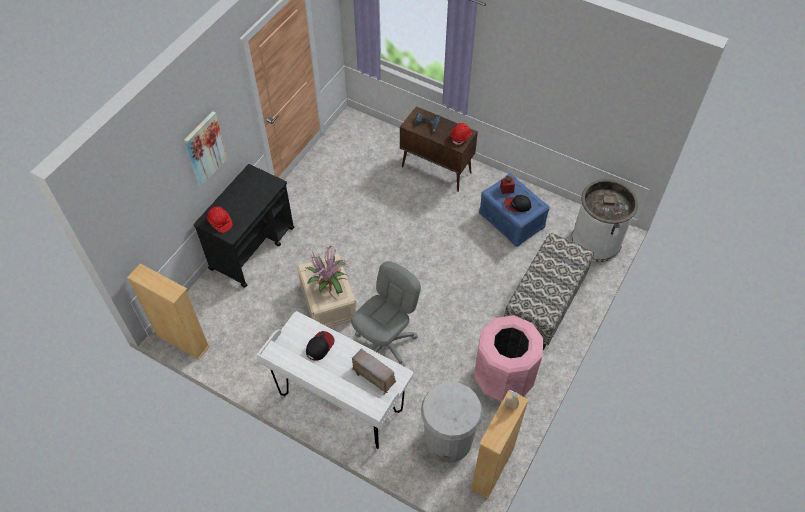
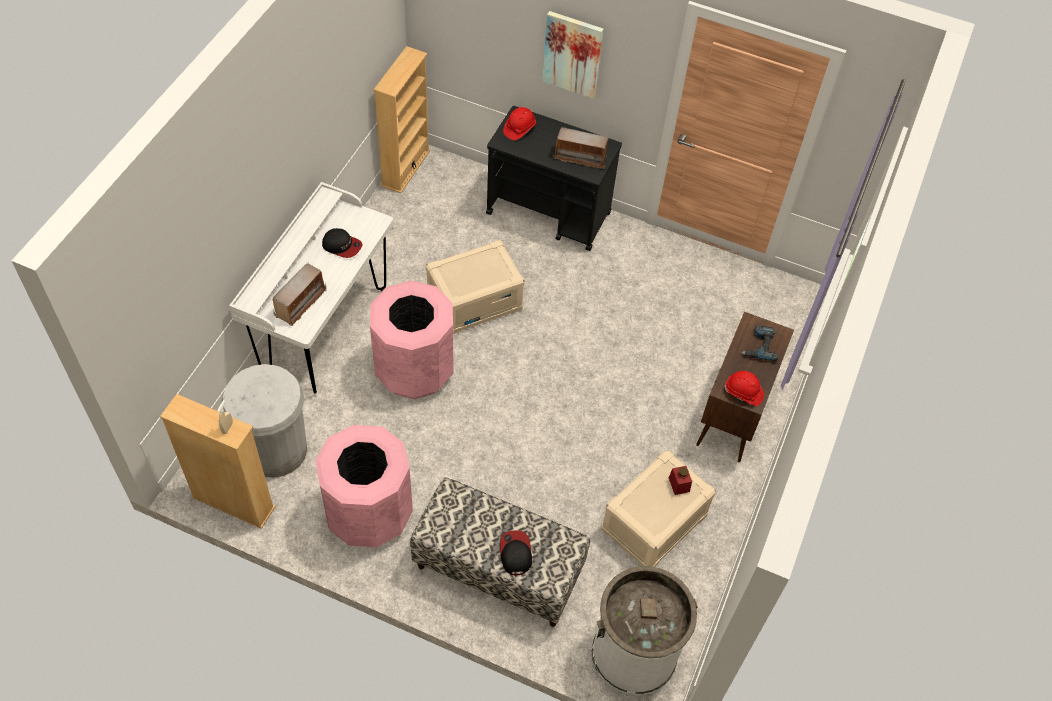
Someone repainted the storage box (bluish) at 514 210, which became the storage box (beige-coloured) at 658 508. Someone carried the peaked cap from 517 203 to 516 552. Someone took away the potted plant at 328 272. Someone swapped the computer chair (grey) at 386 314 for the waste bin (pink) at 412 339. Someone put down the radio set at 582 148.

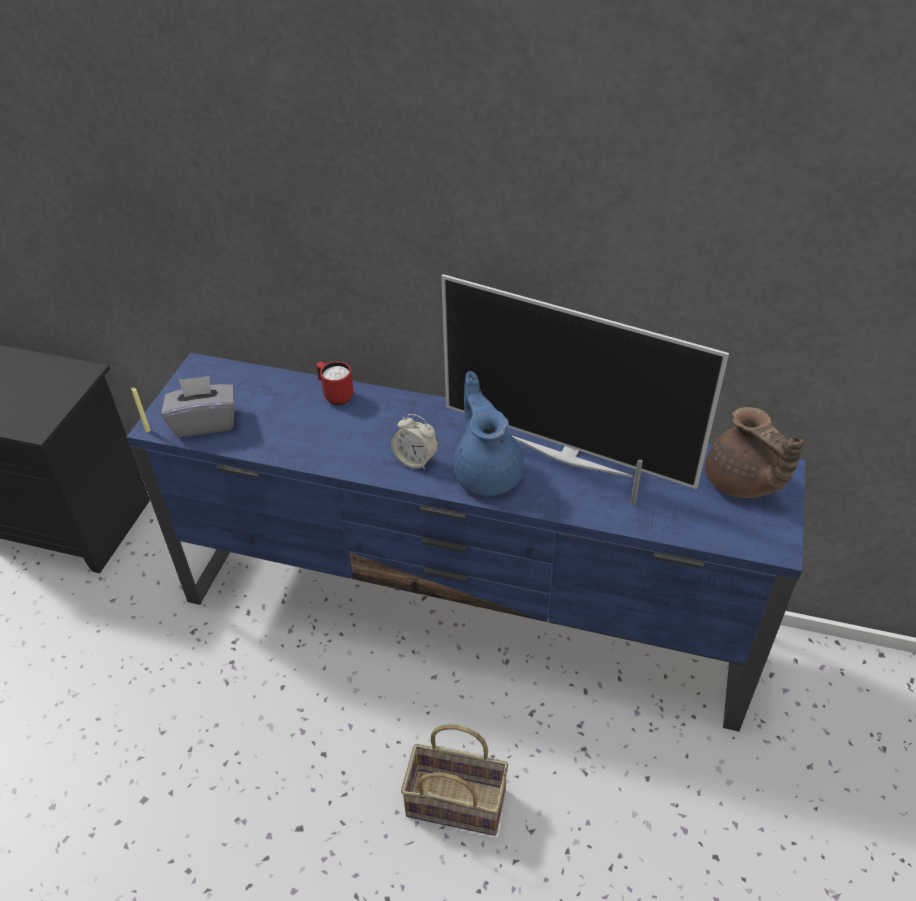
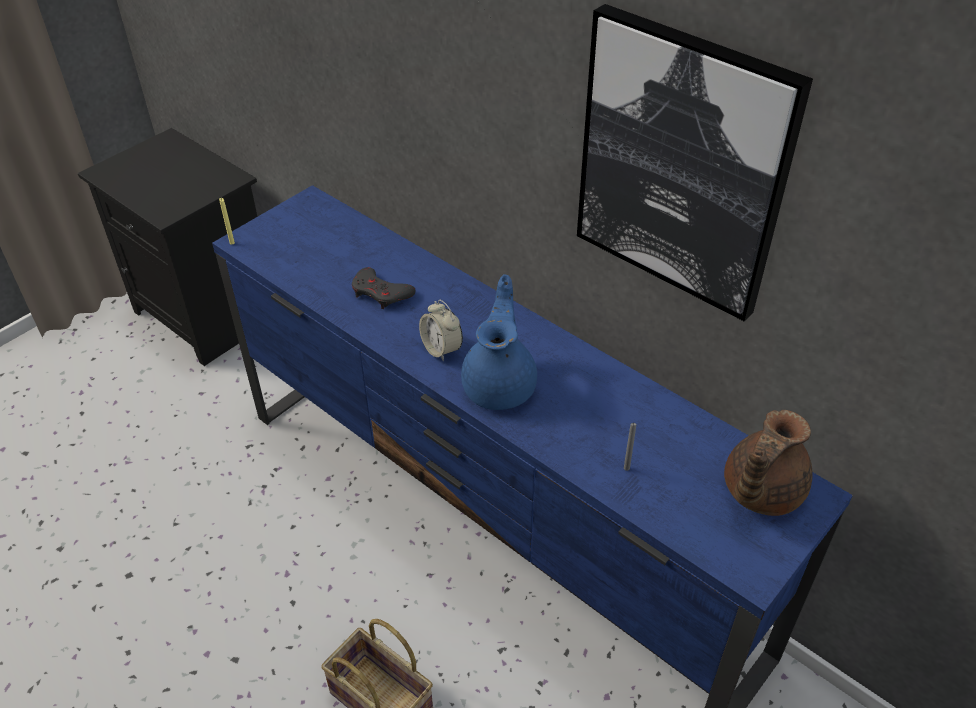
Someone took away the TV at 585 381. Someone took away the mug (red-coloured) at 335 383. Someone took away the box of tissues (grey) at 198 406. Someone rotated the teapot (brown-coloured) at 754 452 by 45 degrees clockwise. Someone put up the wall art at 695 162. Someone put down the game controller (grey) at 383 288.

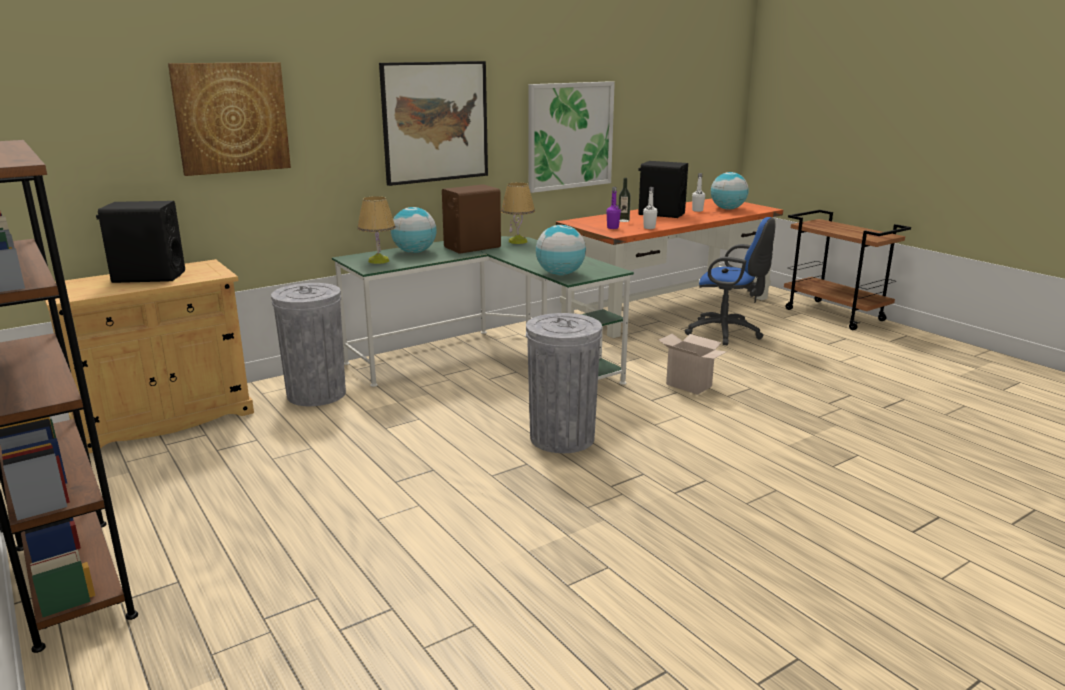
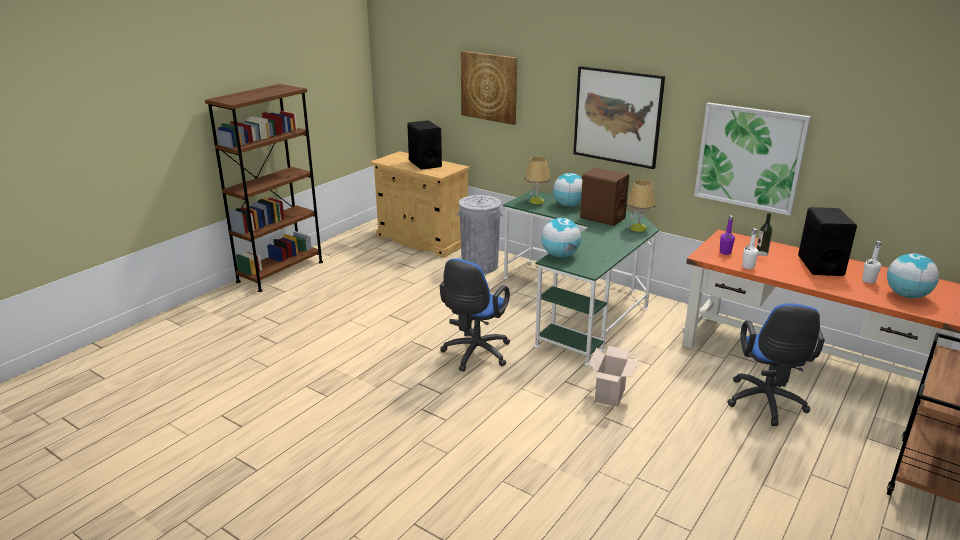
Someone swapped the waste bin (grey) at 564 383 for the computer chair (bluish) at 475 315.

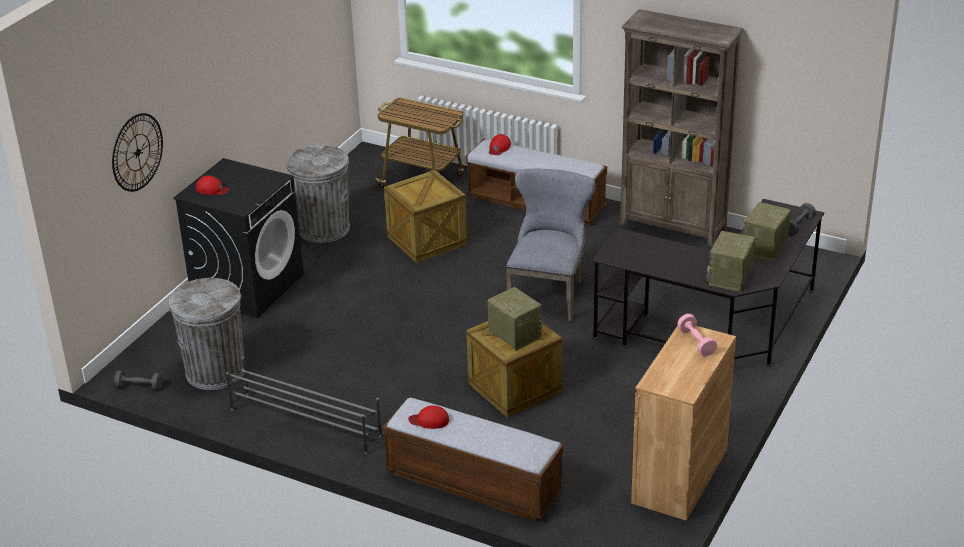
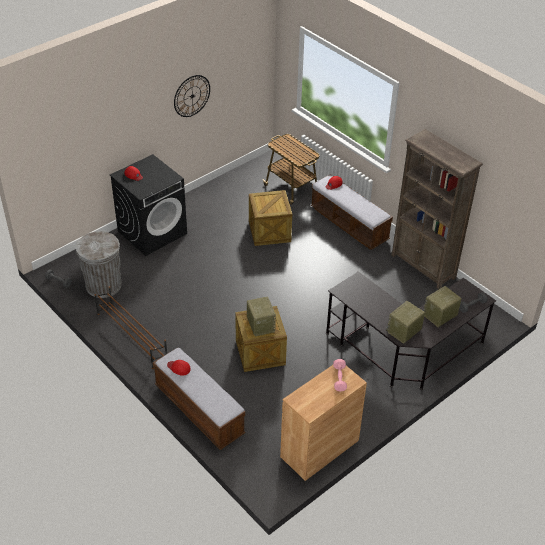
Someone carried the hanging clock from 137 152 to 192 96. Someone took away the waste bin (grey) at 318 193. Someone took away the upright chair (grey) at 551 245. Someone repainted the shoe shelf (grey) at 304 405, which became the shoe shelf (brown-coloured) at 130 327.

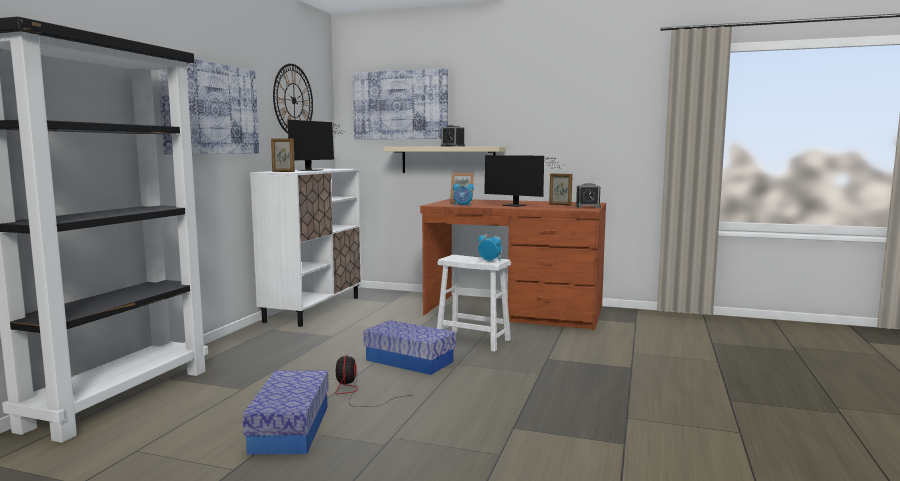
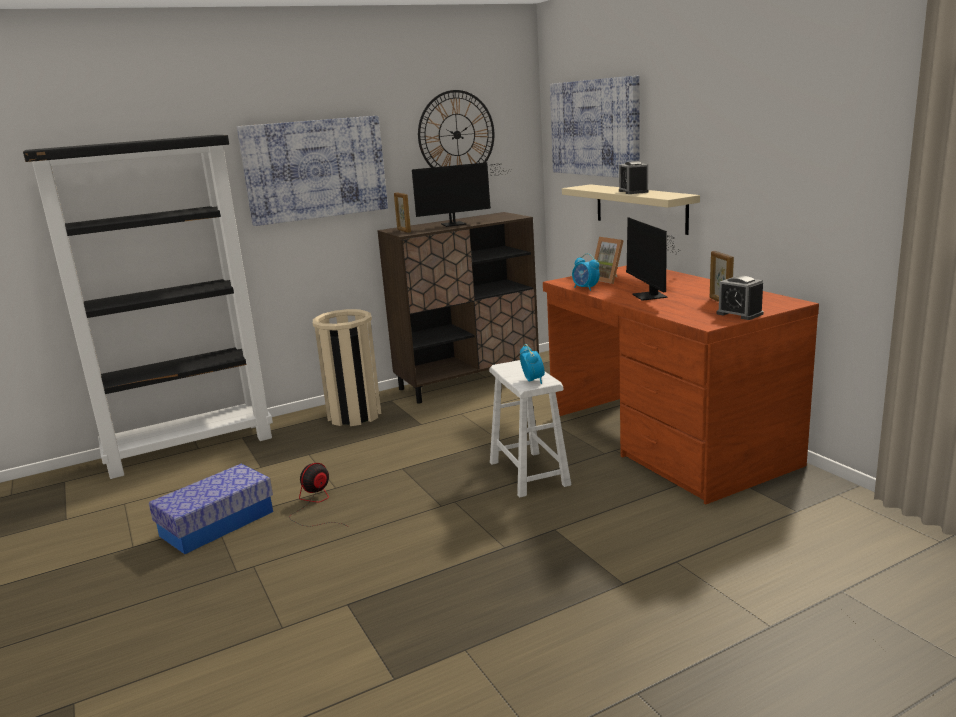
Someone repainted the cupboard (white-coloured) at 305 247, which became the cupboard (brown-coloured) at 458 308. Someone took away the storage box at 410 347. Someone put down the waste bin (beige-coloured) at 347 367.

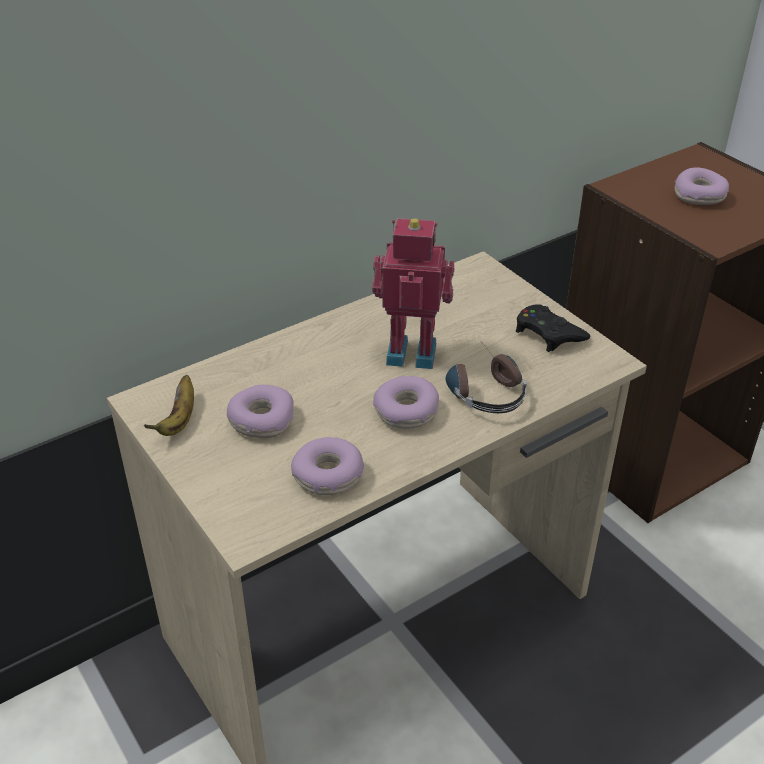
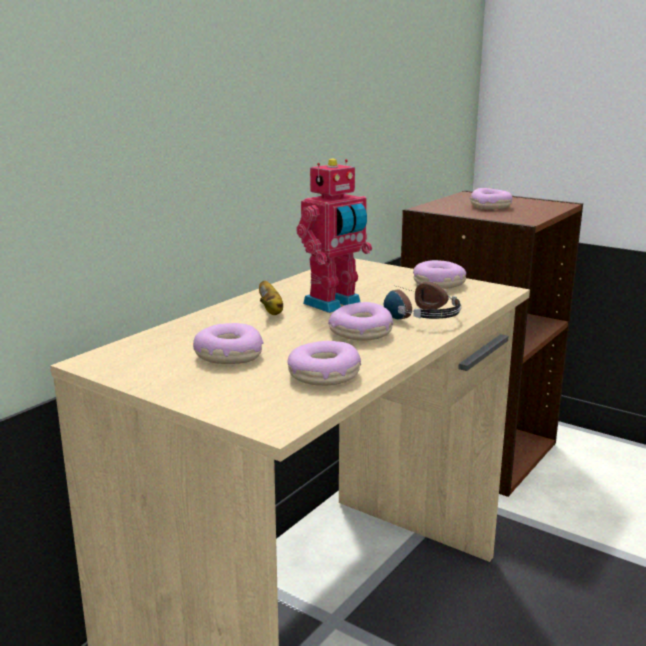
Someone rotated the toy robot at 413 293 by 150 degrees clockwise. Someone swapped the game controller (black-coloured) at 553 328 for the doughnut at 439 274. Someone carried the banana fruit from 169 405 to 271 298.

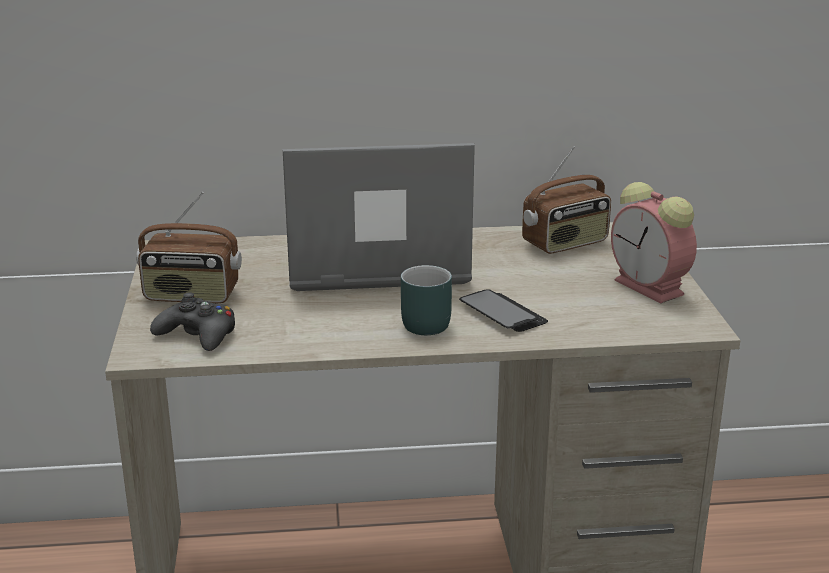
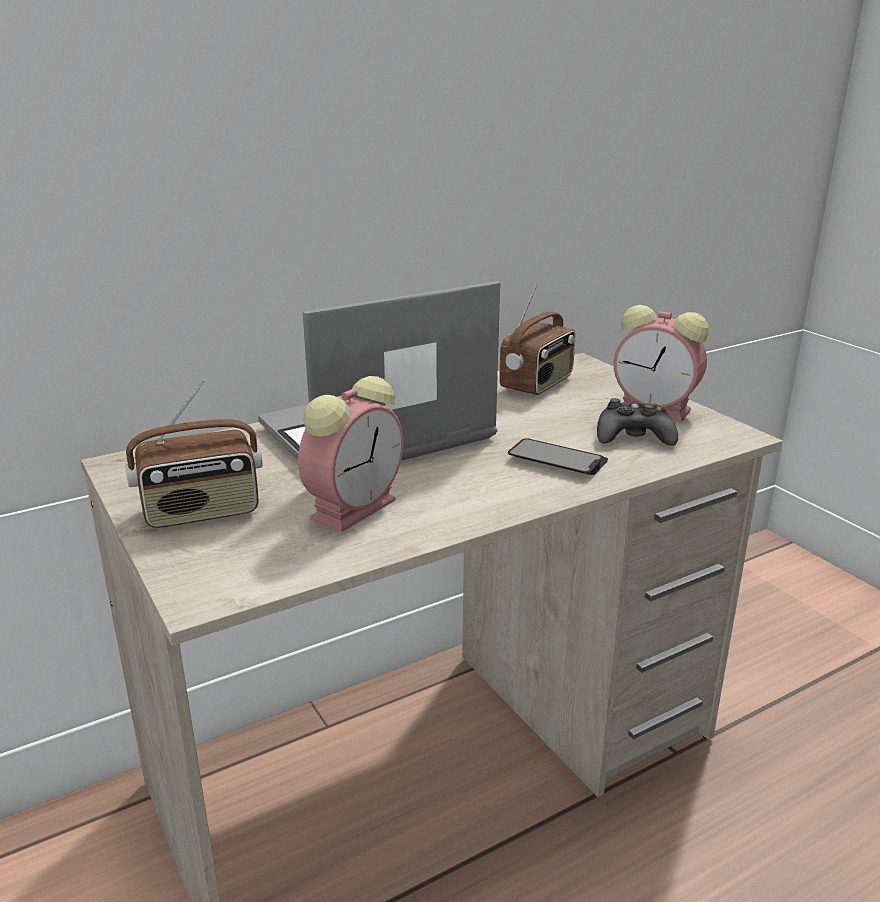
Someone took away the mug (turquoise) at 426 300. Someone carried the game controller (black-coloured) from 192 322 to 637 422. Someone put down the bedside clock at 350 454.

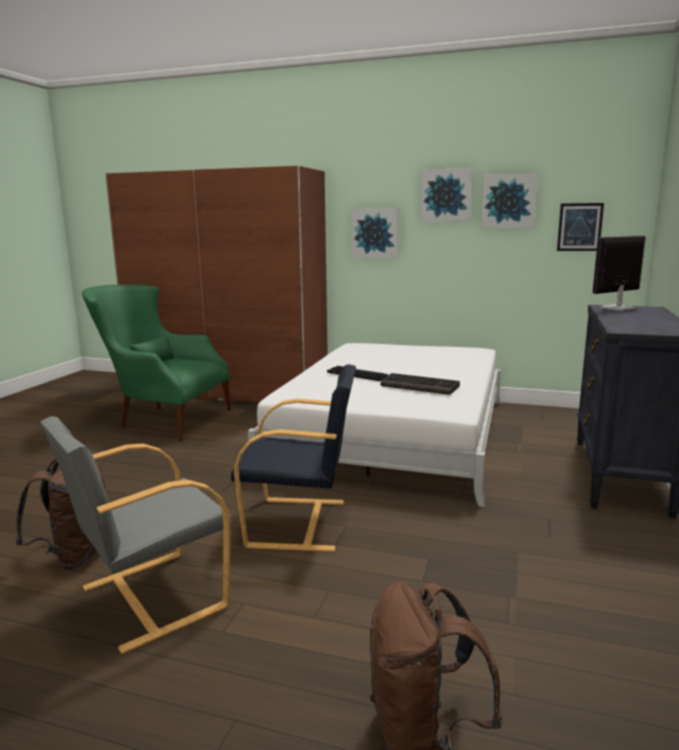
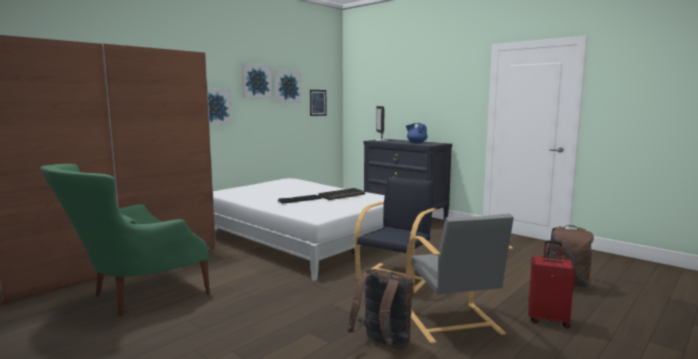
Someone put down the teapot (bluish) at 417 133. Someone put down the piece of luggage (red-coloured) at 551 284.

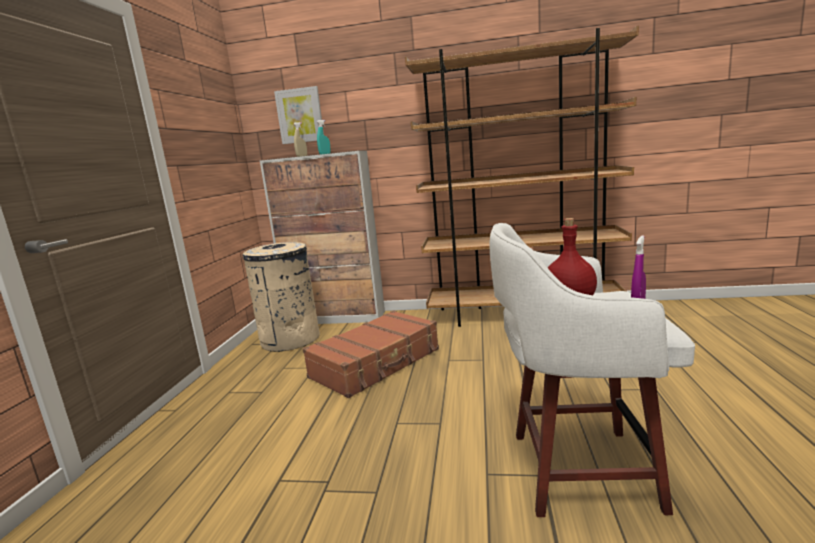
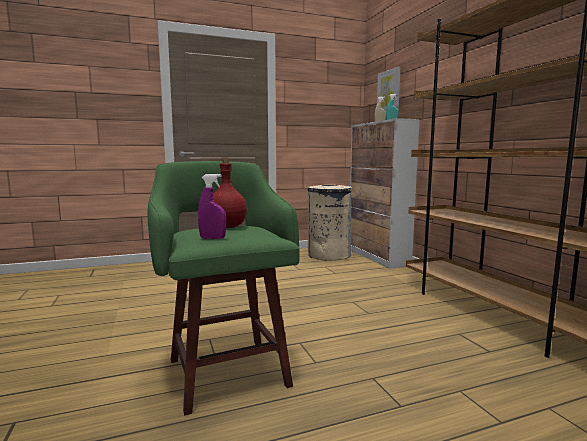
Someone repainted the stool seat (white-coloured) at 592 370, which became the stool seat (green-coloured) at 223 288. Someone took away the piece of luggage (brown-coloured) at 371 354.

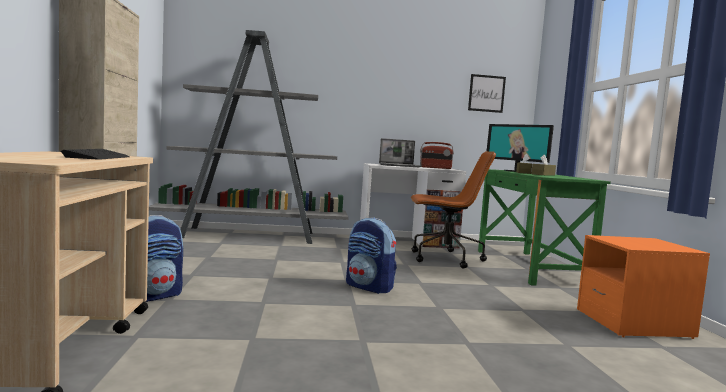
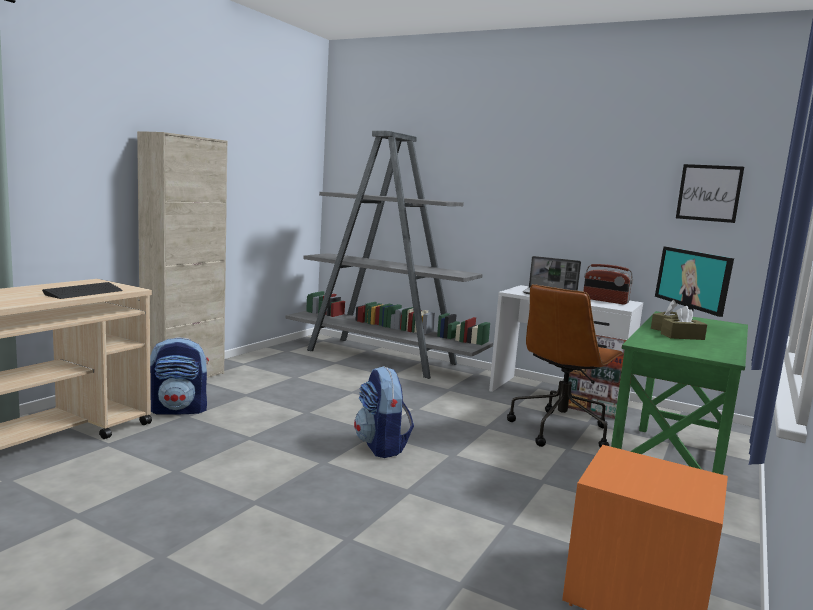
Someone rotated the computer chair (brown-coloured) at 453 209 by 90 degrees clockwise.

